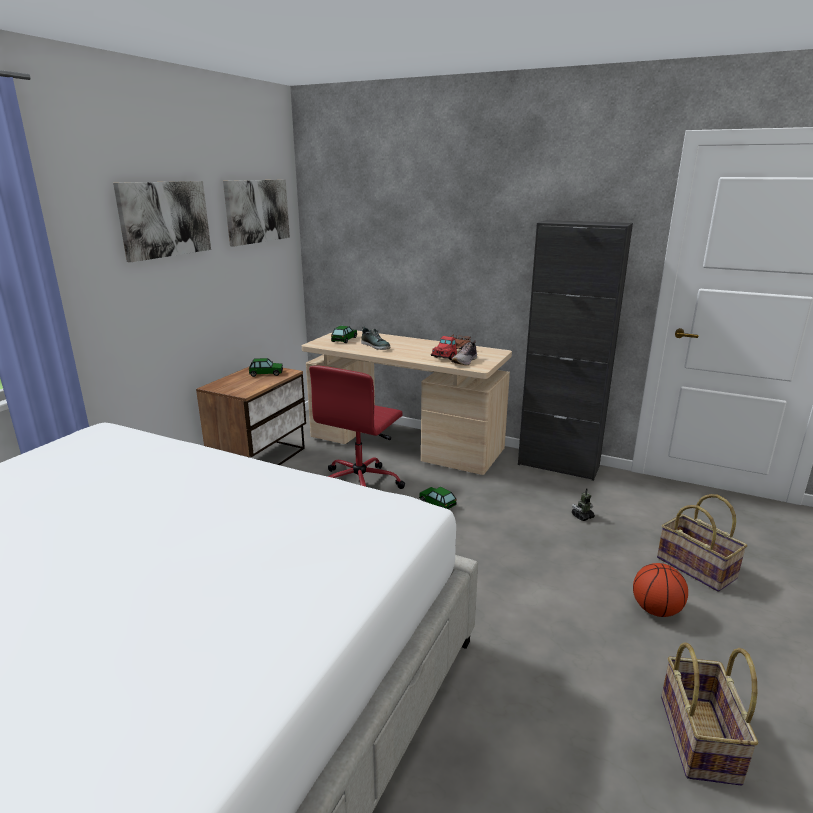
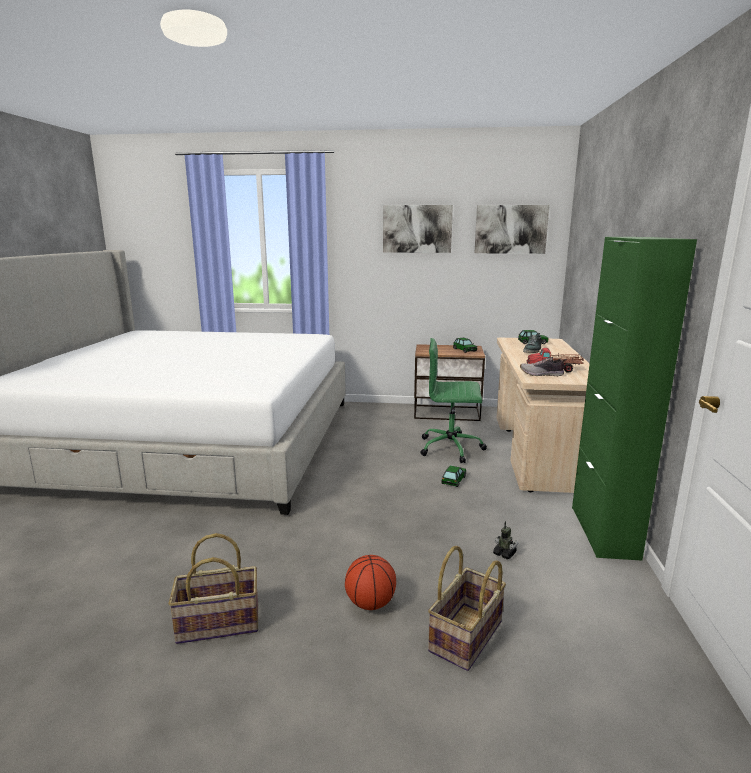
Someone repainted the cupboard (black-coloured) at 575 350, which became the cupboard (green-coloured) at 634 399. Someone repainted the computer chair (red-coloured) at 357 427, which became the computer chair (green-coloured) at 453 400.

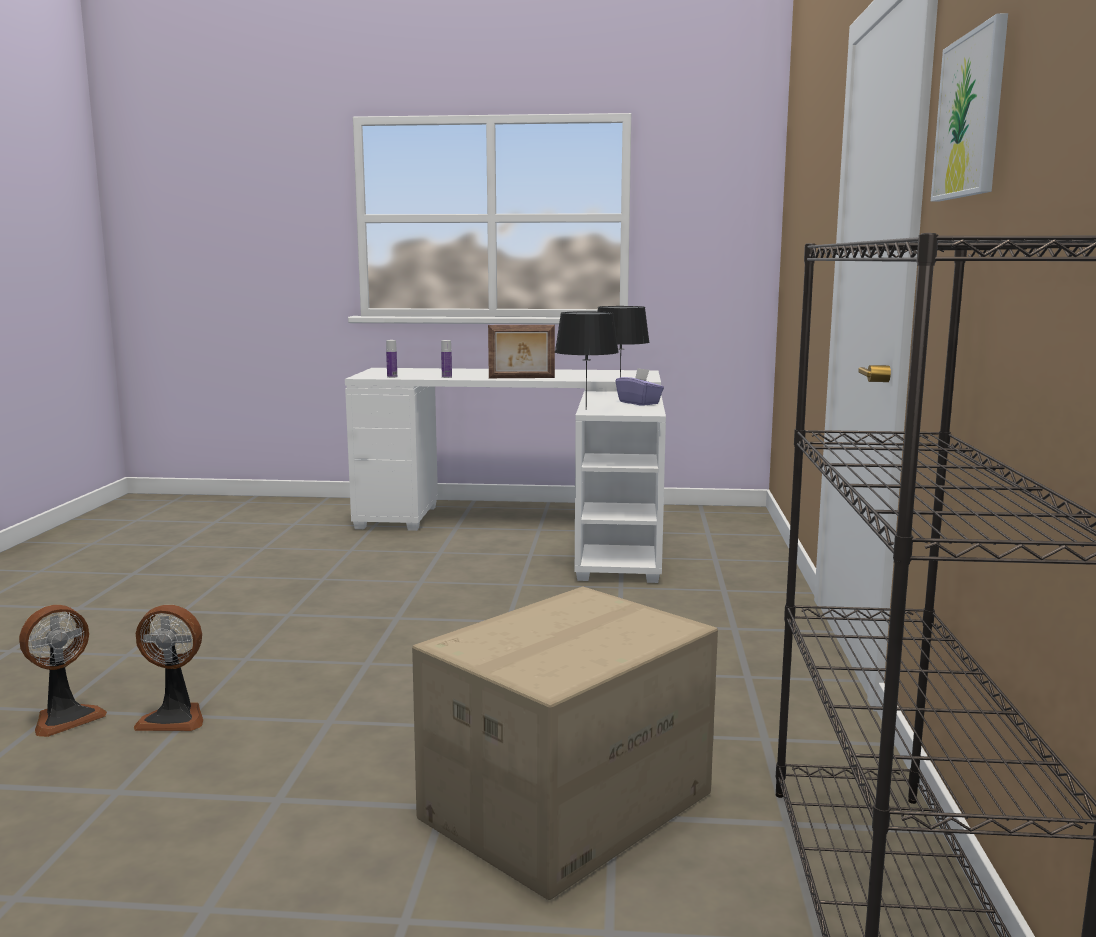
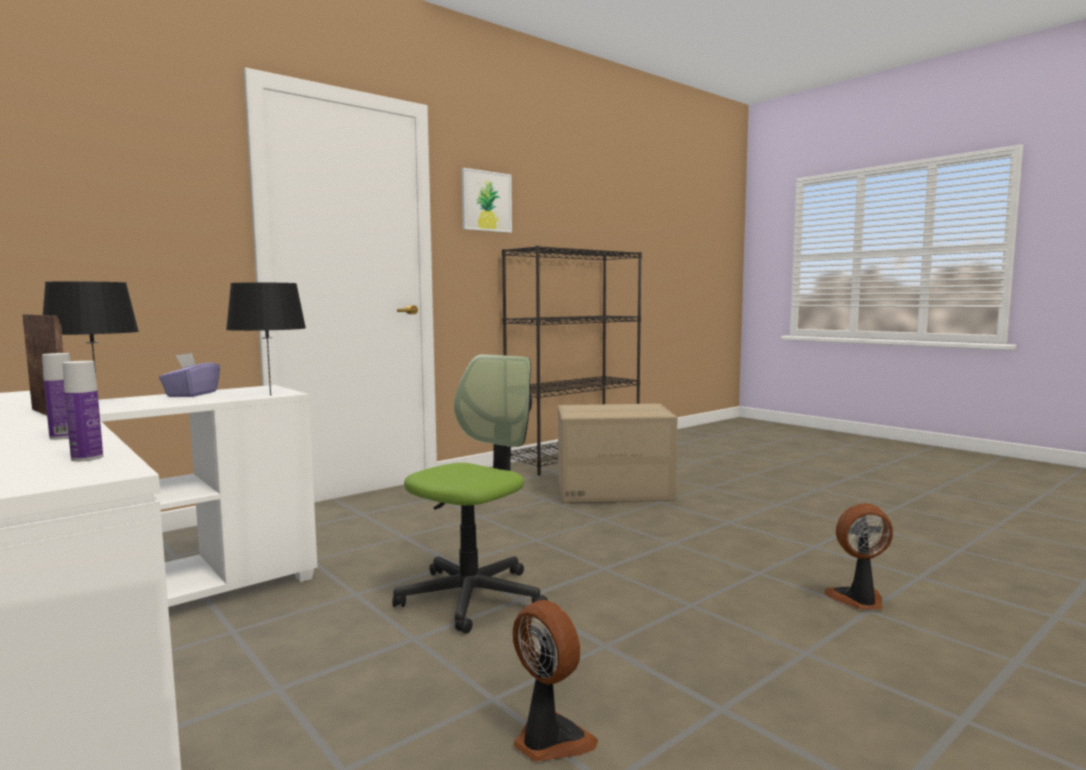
Someone carried the cooling fan from 168 668 to 555 681. Someone put down the computer chair at 470 494.

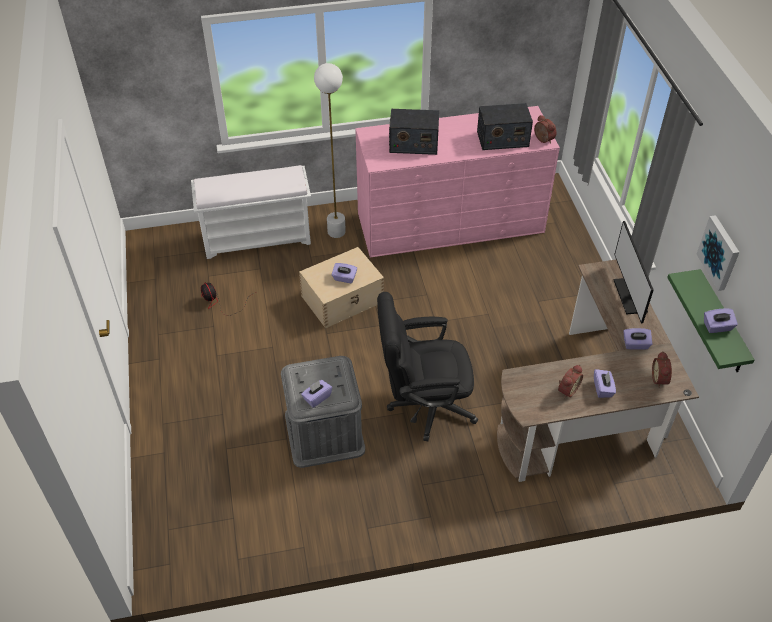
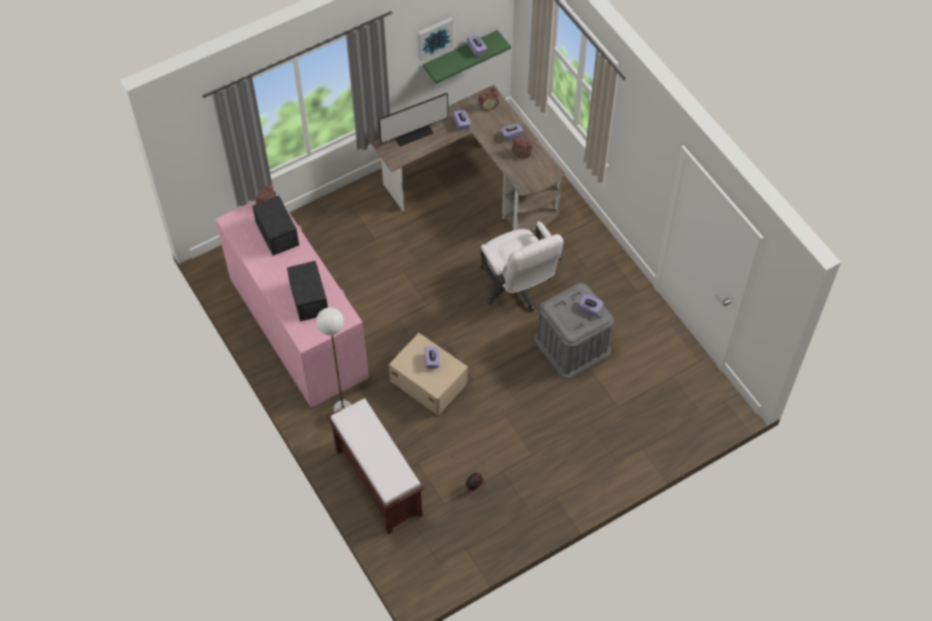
Someone repainted the indoor bench (white-coloured) at 251 212, which became the indoor bench (brown-coloured) at 375 466. Someone repainted the computer chair (black-coloured) at 427 366, which became the computer chair (white-coloured) at 521 266.

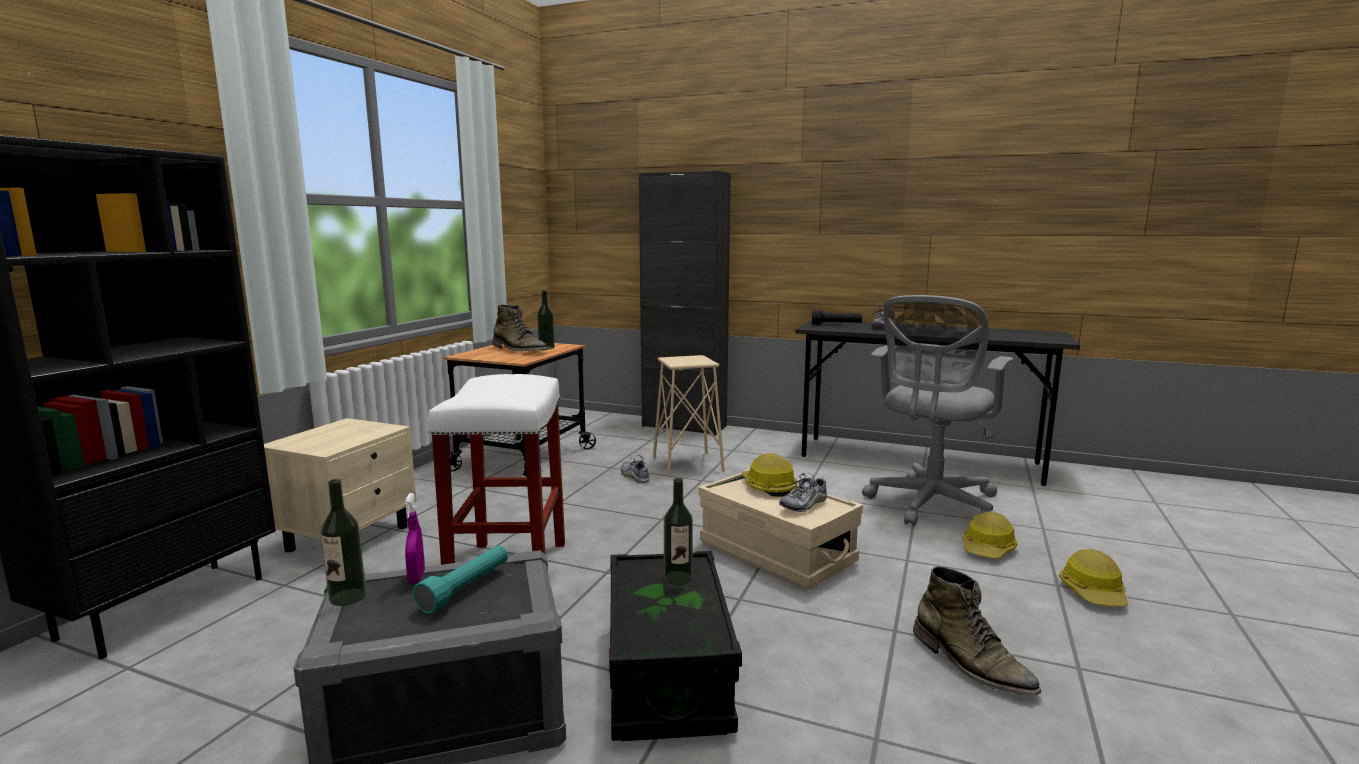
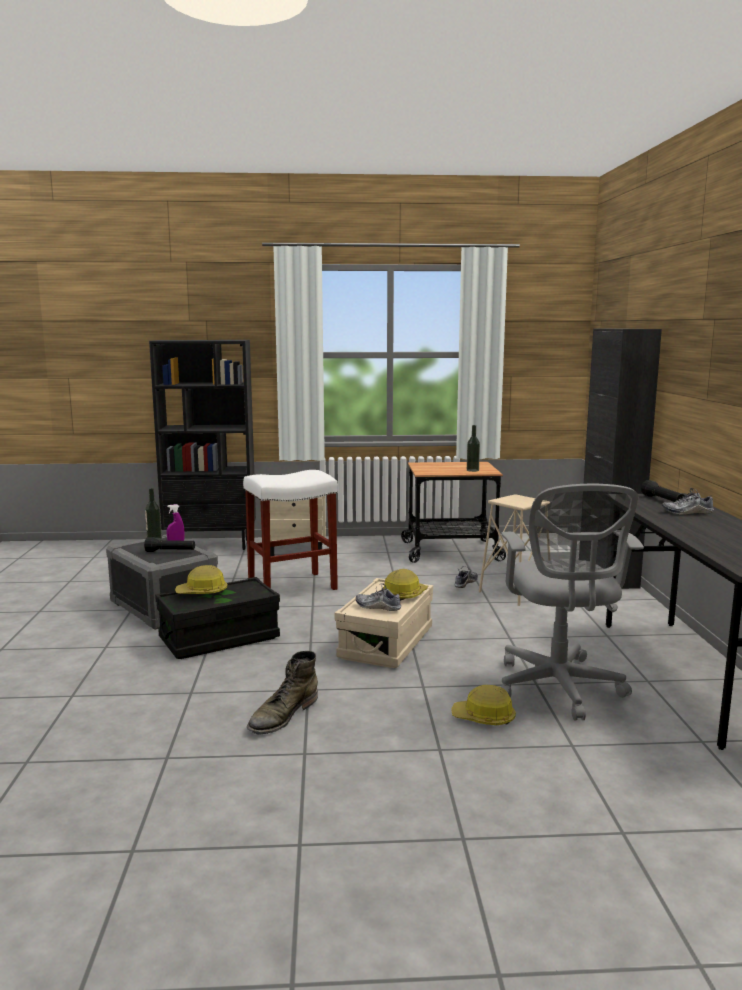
Someone rotated the computer chair (grey) at 937 410 by 105 degrees counterclockwise. Someone took away the boot (green-coloured) at 520 328. Someone took away the bottle at 678 531. Someone repainted the flashlight (turquoise) at 460 579, which became the flashlight (black-coloured) at 169 544. Someone carried the hard hat from 1093 577 to 201 579.

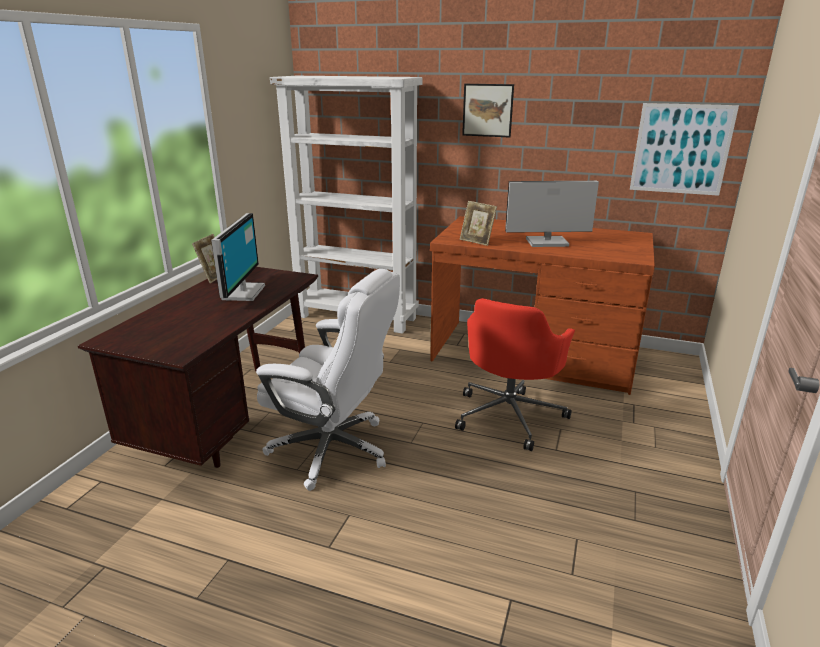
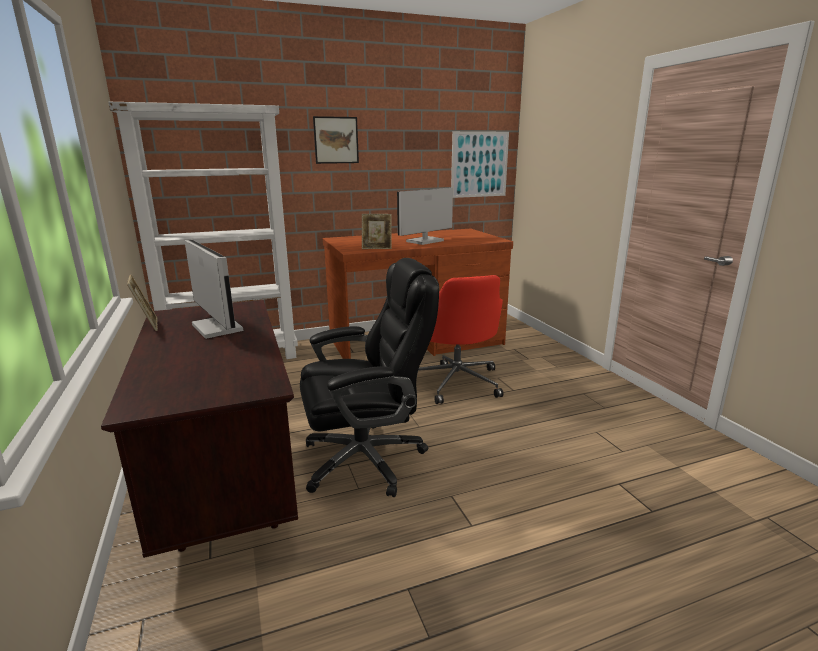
Someone repainted the computer chair (white-coloured) at 328 380, which became the computer chair (black-coloured) at 369 377.

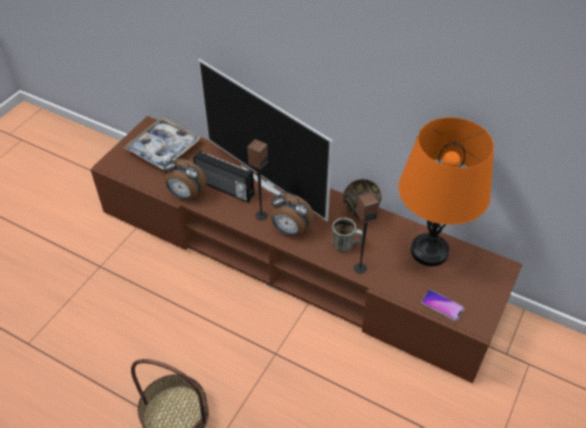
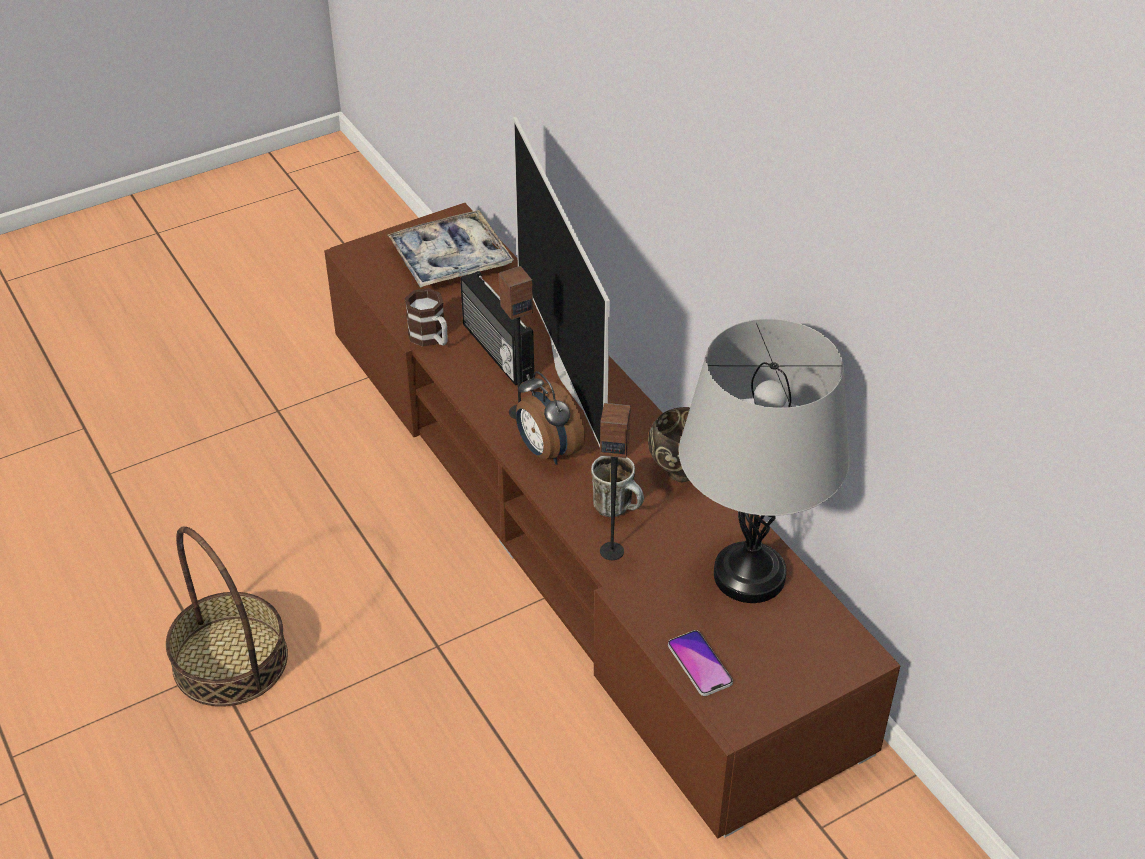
Someone repainted the tabletop lamp (orange-coloured) at 446 191, which became the tabletop lamp (grey) at 764 461. Someone swapped the bedside clock at 185 177 for the mug at 426 317.

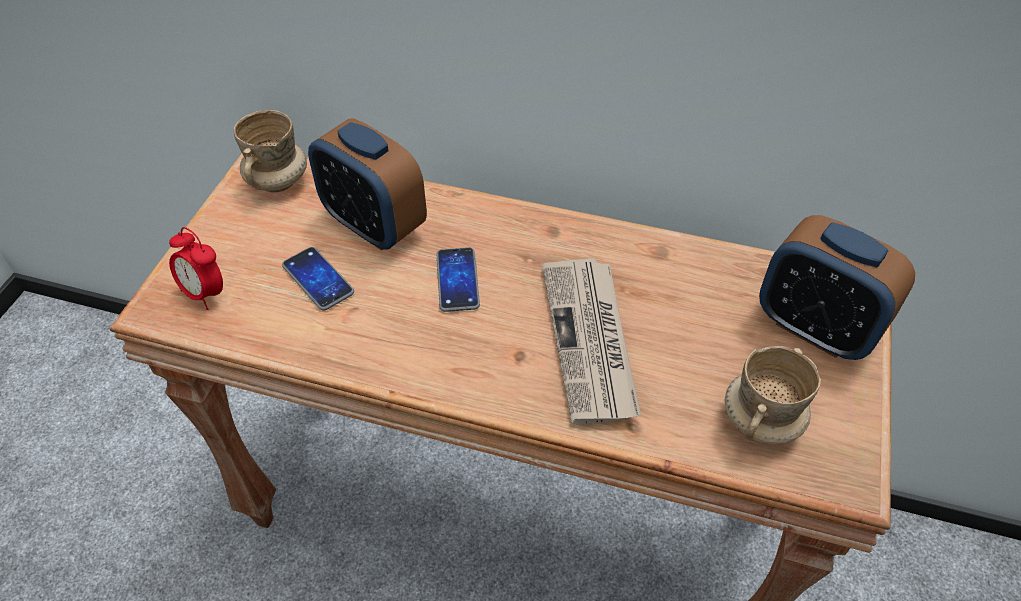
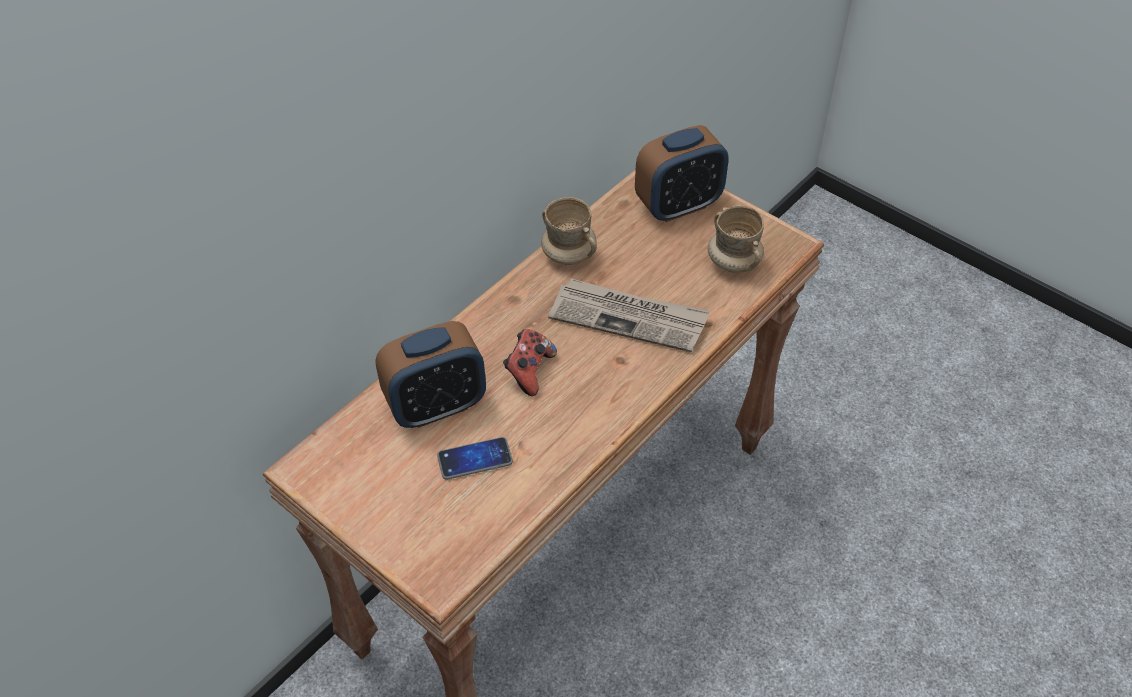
Someone carried the mug (beige-coloured) from 270 151 to 569 231. Someone took away the bedside clock at 196 268. Someone swapped the telephone at 458 279 for the game controller at 530 362.

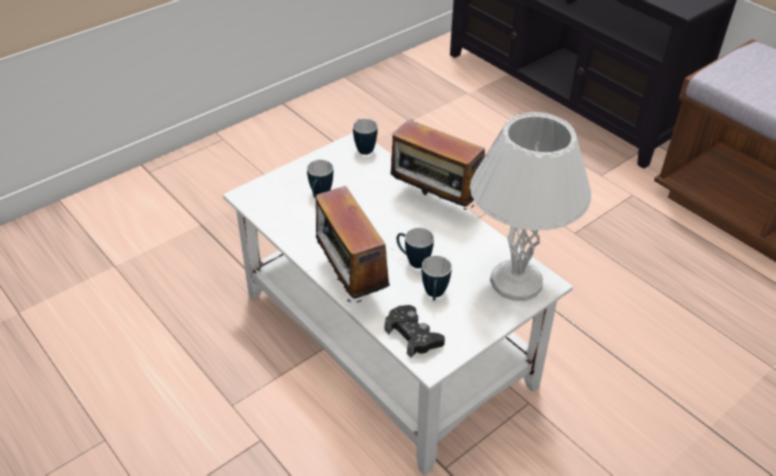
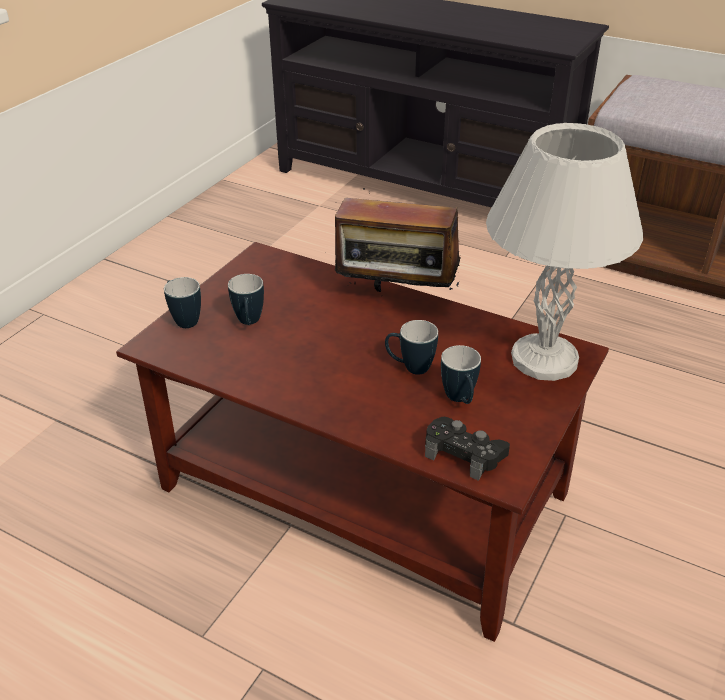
Someone carried the mug from 365 137 to 182 302. Someone repainted the coffee table (white-coloured) at 398 304, which became the coffee table (brown-coloured) at 362 442. Someone took away the radio set at 354 245.

